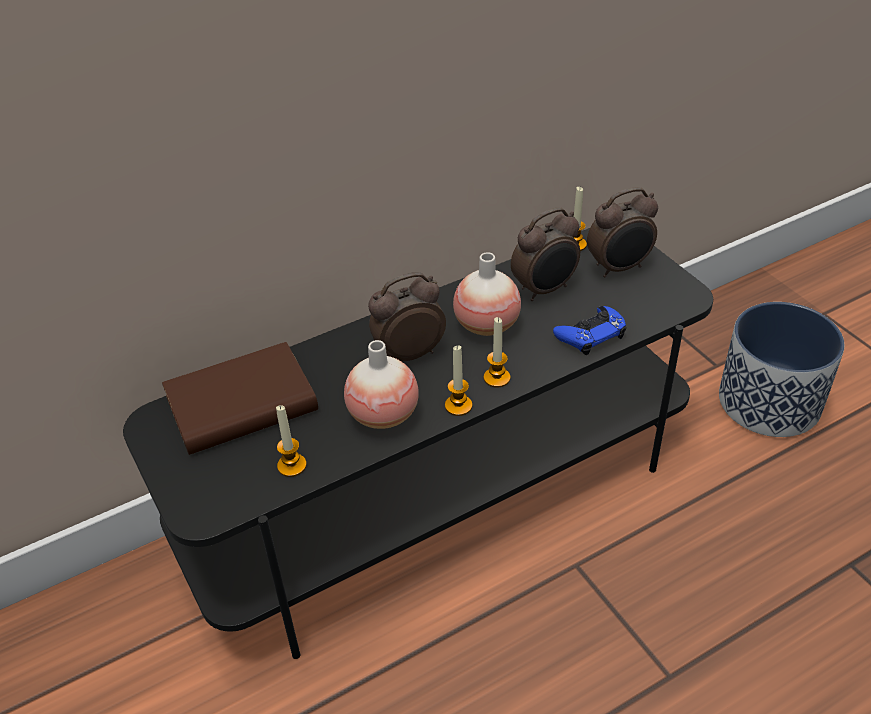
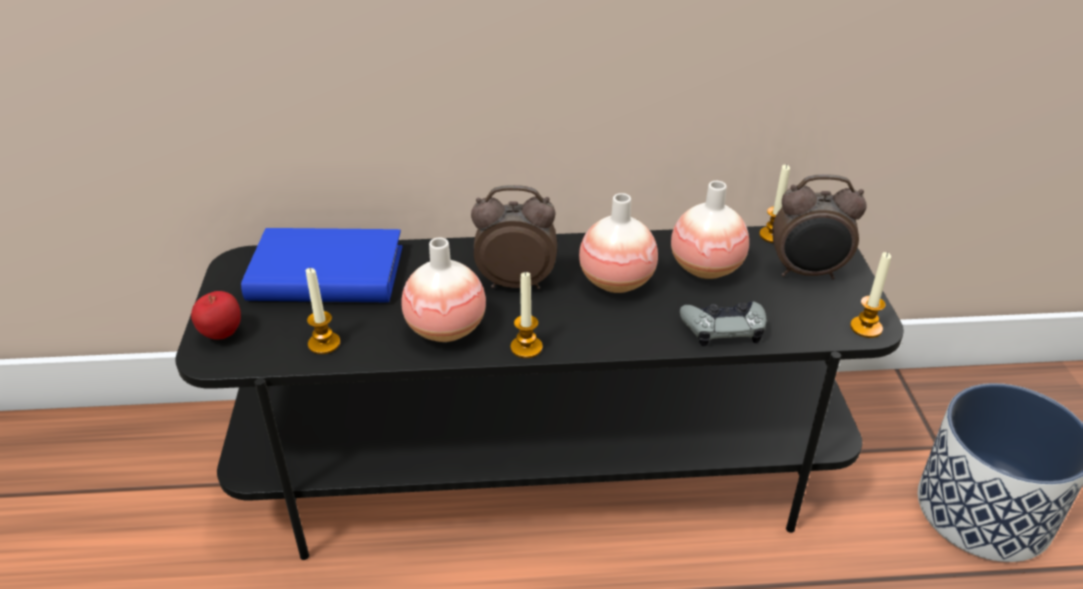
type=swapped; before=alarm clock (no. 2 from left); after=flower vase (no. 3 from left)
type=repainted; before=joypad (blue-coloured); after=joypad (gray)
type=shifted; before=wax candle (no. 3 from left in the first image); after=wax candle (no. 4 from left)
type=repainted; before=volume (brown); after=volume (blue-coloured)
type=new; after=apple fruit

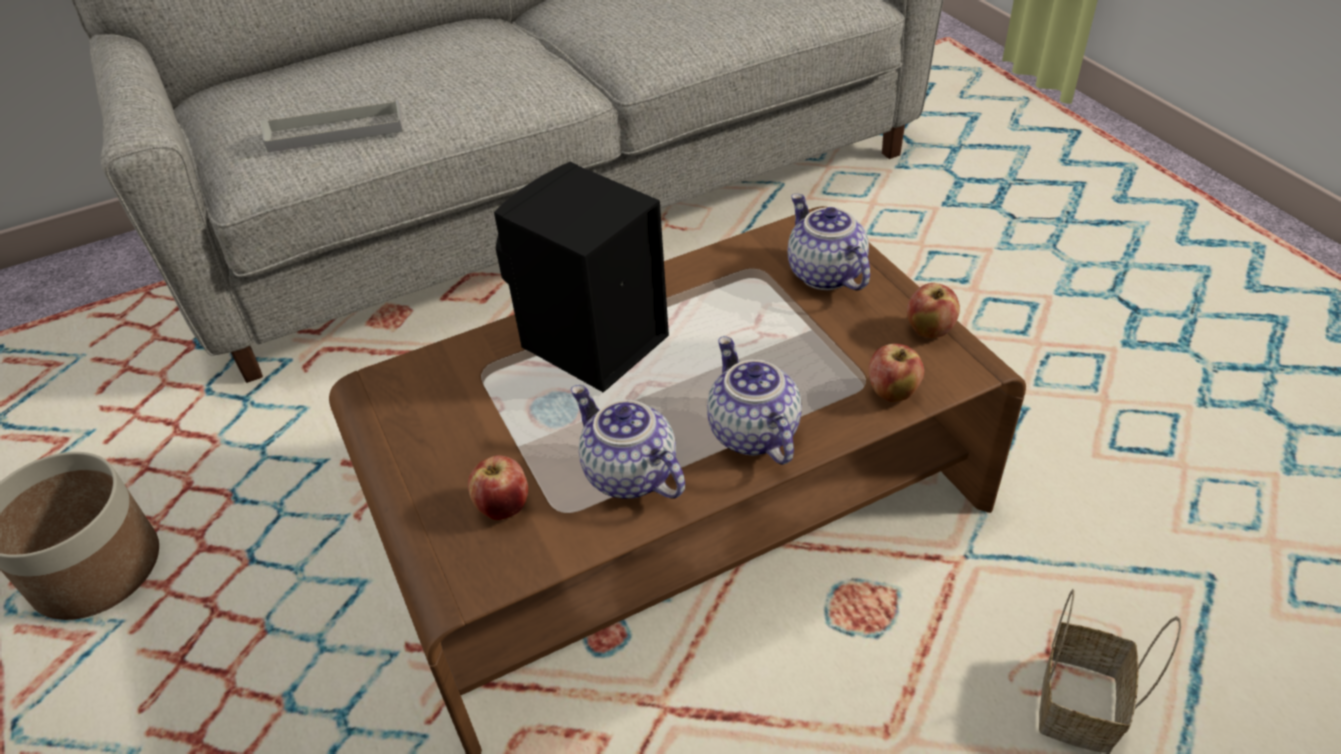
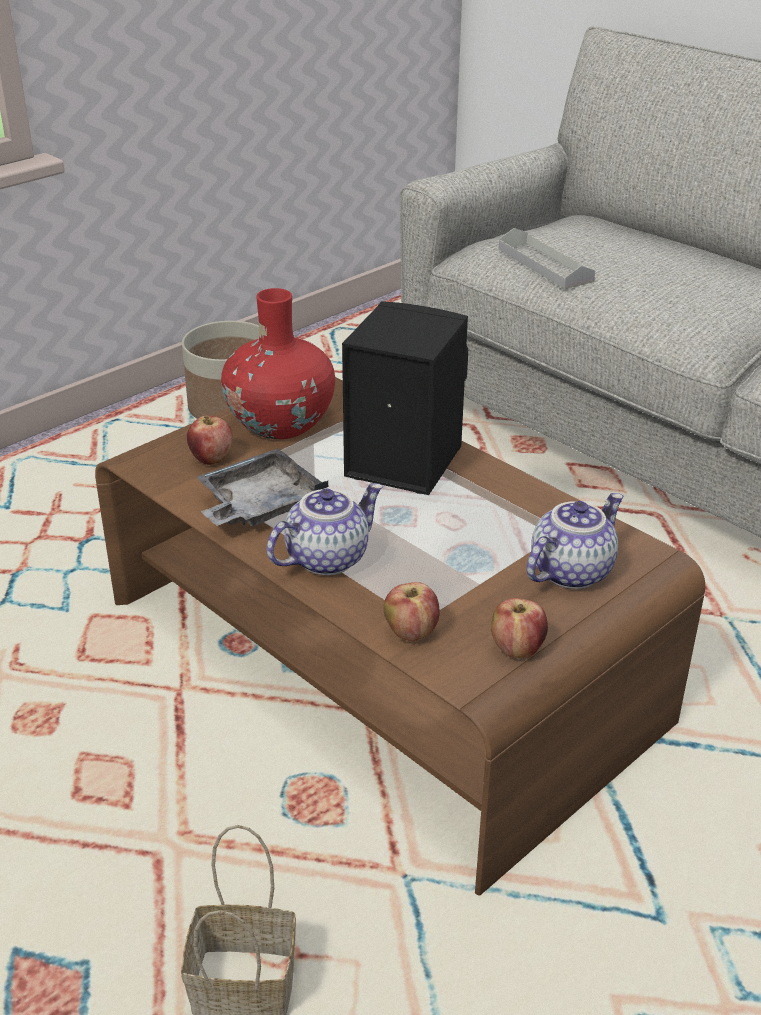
type=swapped; before=pot for tea (no. 1 from left); after=tray (gray) (no. 1 from left)
type=new; after=flower vase (red-coloured)

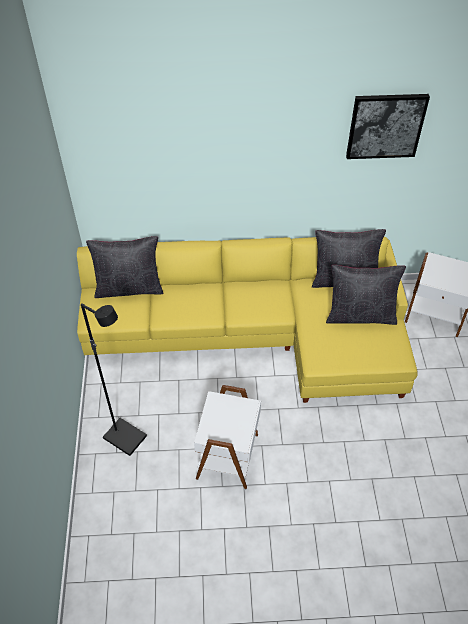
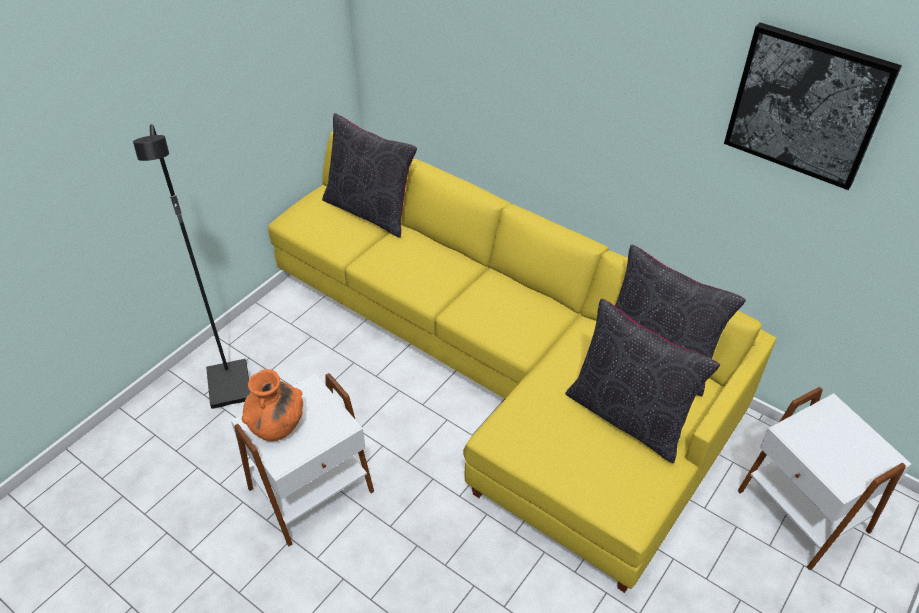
type=new; after=flower vase (orange-coloured)

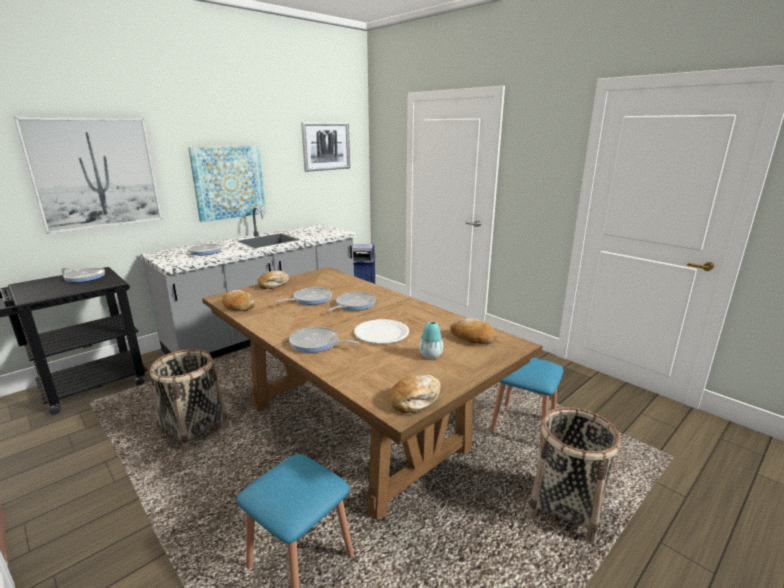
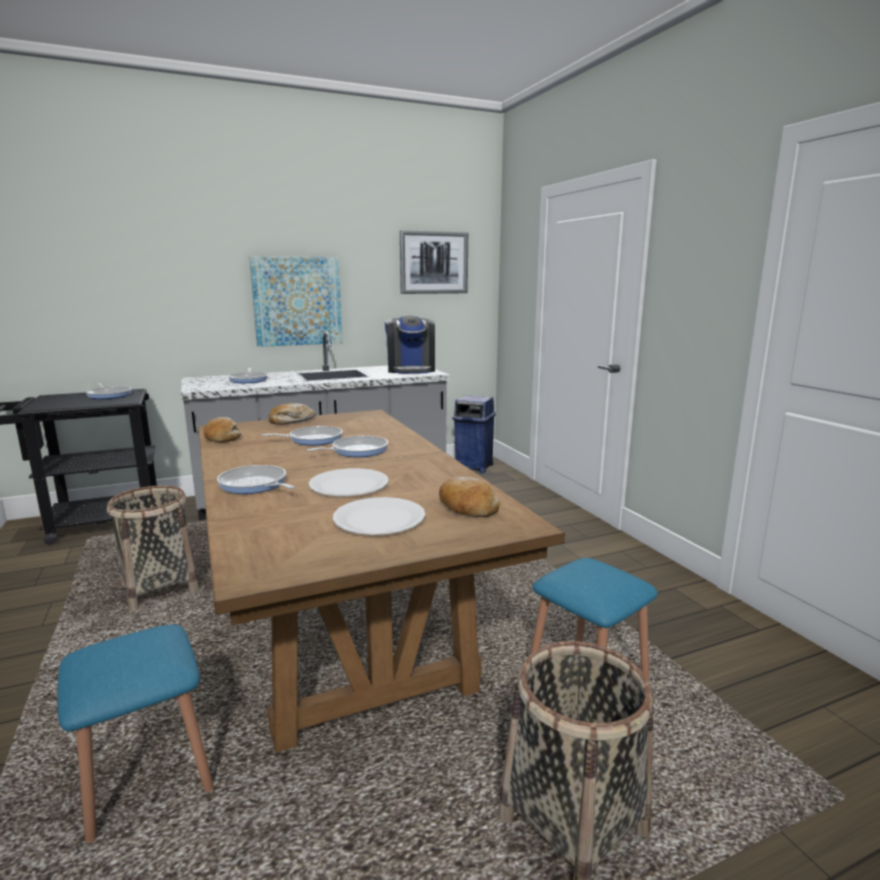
type=gone; before=wall picture (no. 1 from left)
type=swapped; before=flower vase; after=dinner plate (white) (no. 2 from left)
type=gone; before=bread (no. 3 from left)
type=new; after=coffee machine

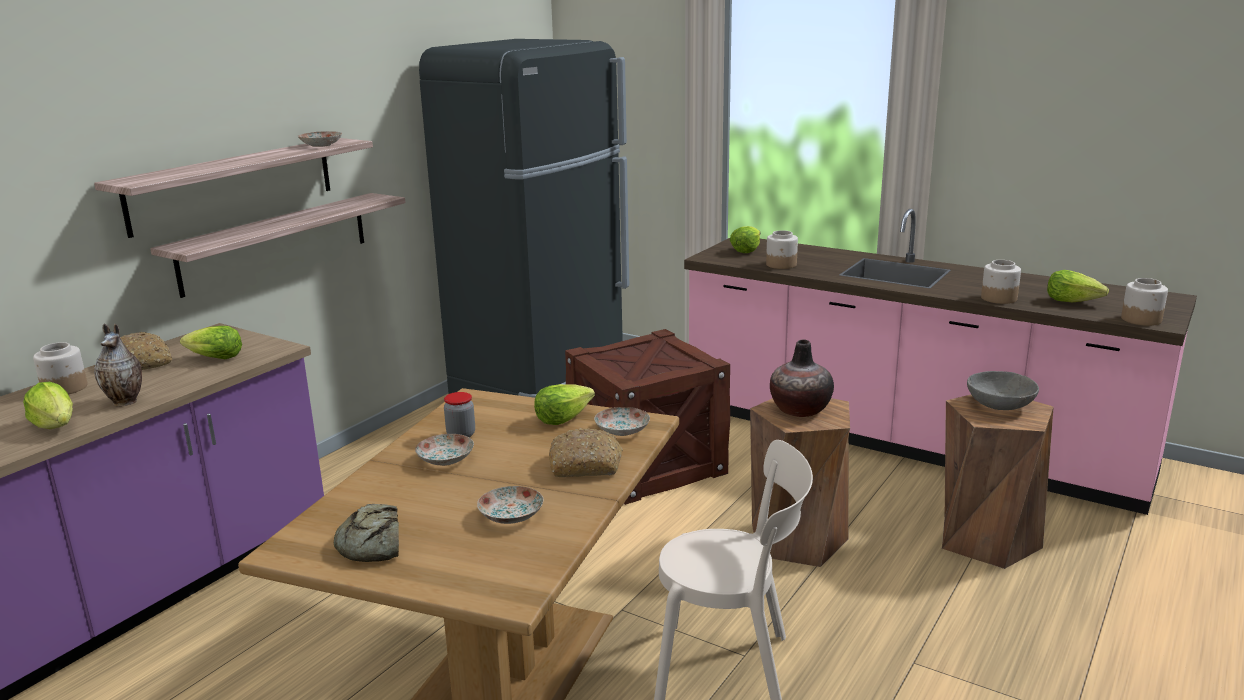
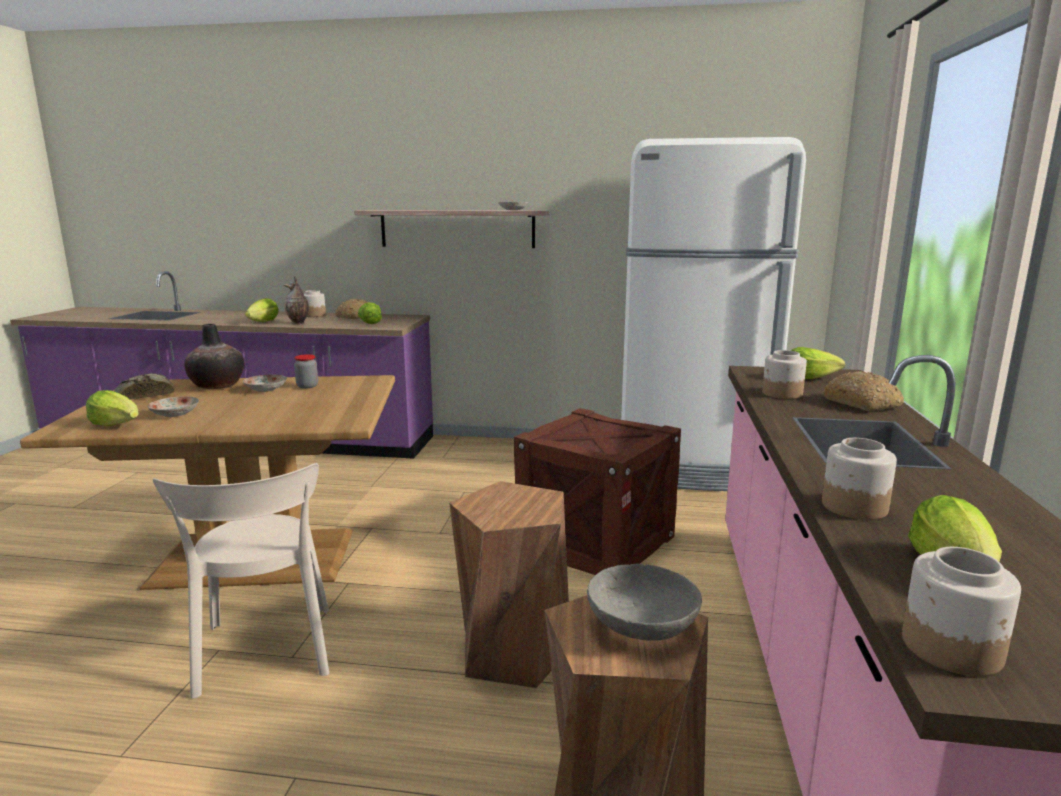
type=repainted; before=kitchen fridge (blackish); after=kitchen fridge (white)
type=gone; before=wall shelf (no. 2 from left)
type=shifted; before=flower vase (no. 2 from left in the first image); after=flower vase (no. 1 from left)
type=shifted; before=lettuce head (no. 3 from left in the first image); after=lettuce head (no. 1 from left)
type=gone; before=dinner plate (no. 4 from left)
type=shifted; before=bread (no. 3 from left)

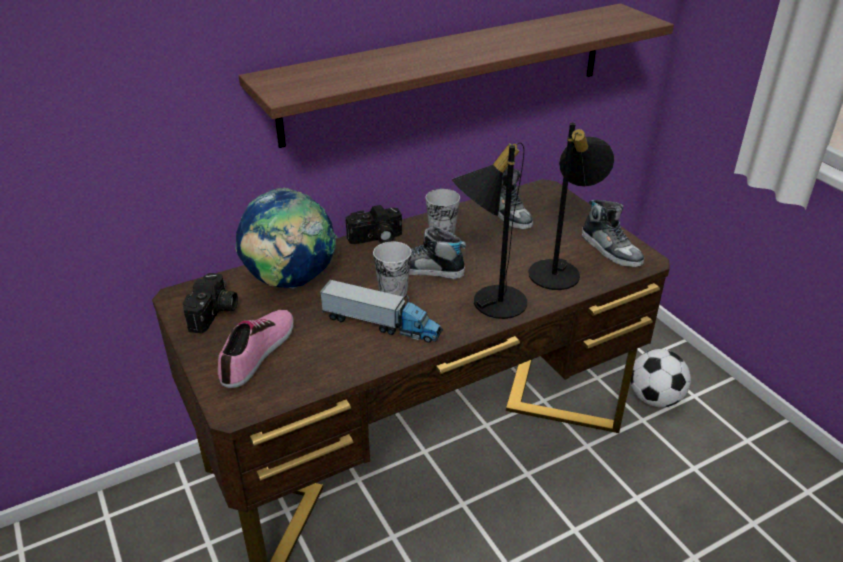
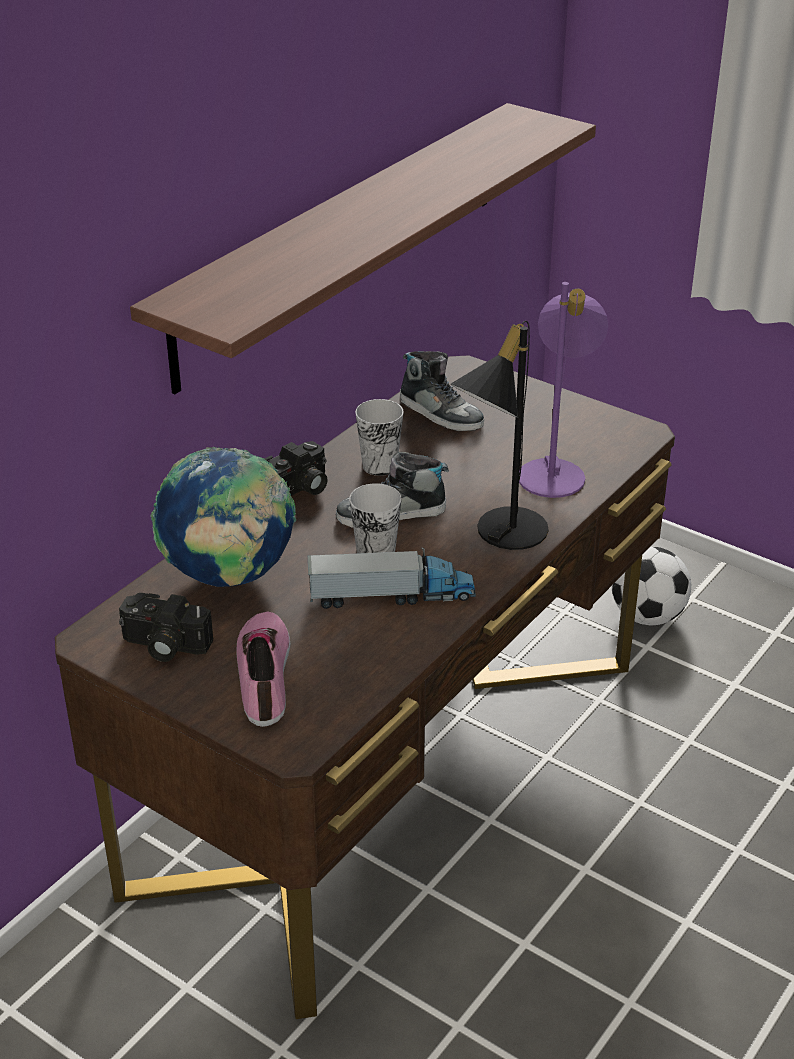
type=repainted; before=lamp for a table (blackish) (no. 2 from left); after=lamp for a table (purple)
type=gone; before=item of footwear (no. 4 from left)
type=rotated; before=still camera (no. 1 from left); turn=120

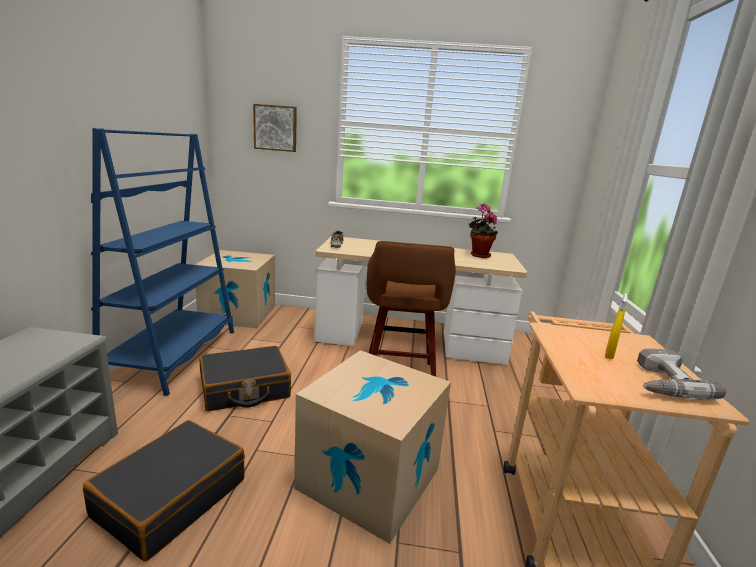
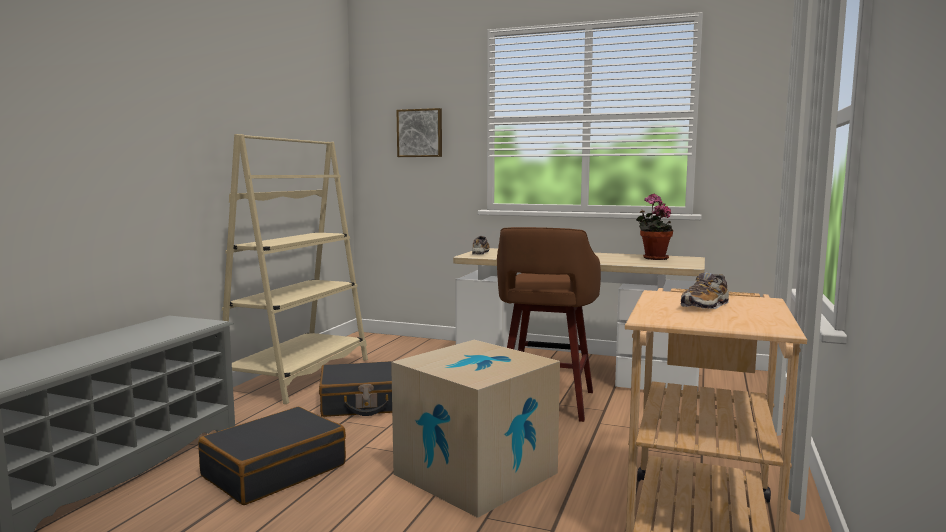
type=repainted; before=bookcase (blue-coloured); after=bookcase (sand-coloured)
type=gone; before=carton (no. 1 from left)
type=swapped; before=hand sprayer (yellow); after=item of footwear (no. 2 from left)
type=gone; before=drill

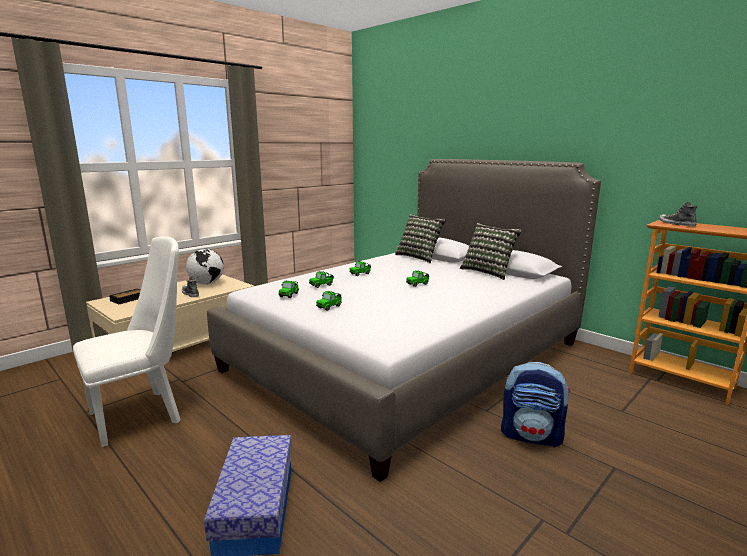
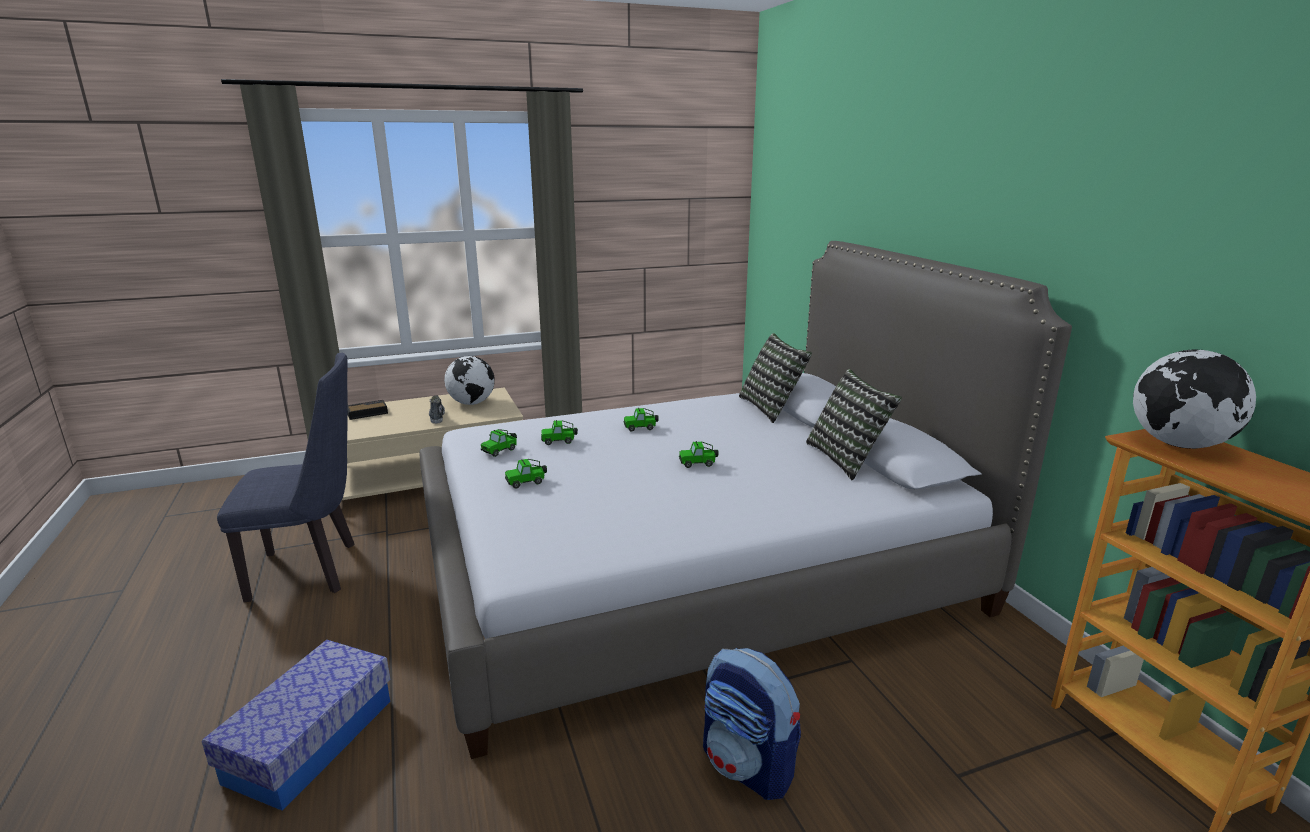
type=swapped; before=item of footwear (no. 2 from left); after=desk globe (no. 2 from left)
type=repainted; before=plain chair (white); after=plain chair (blue-coloured)

